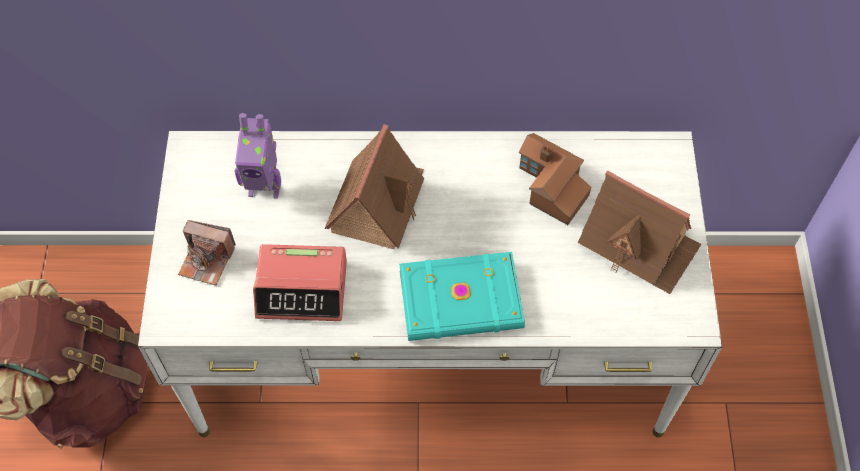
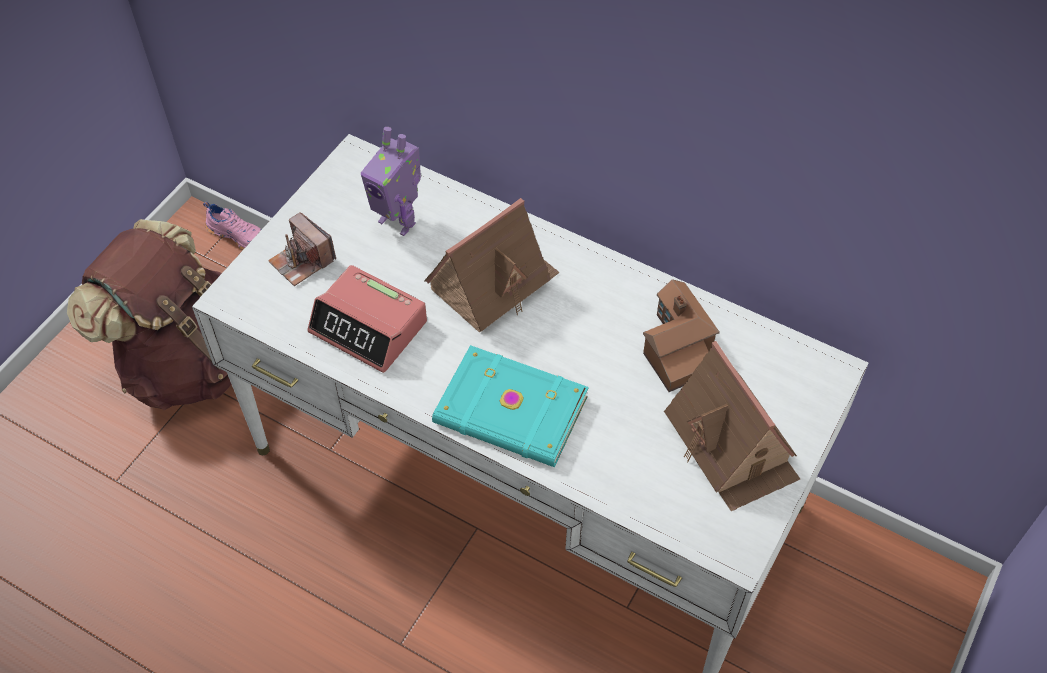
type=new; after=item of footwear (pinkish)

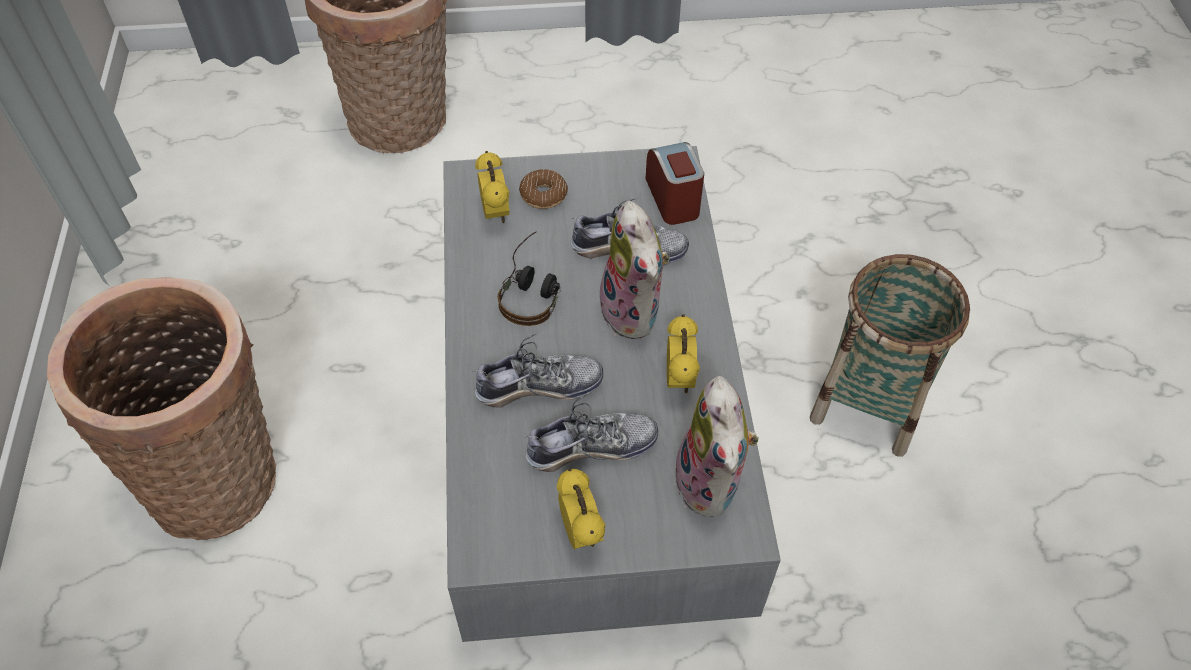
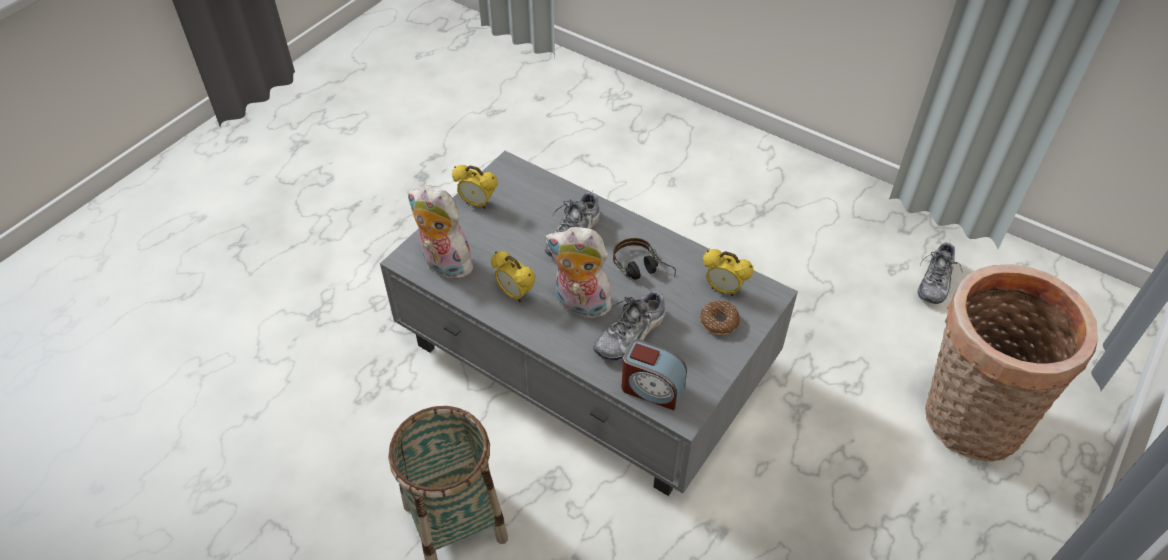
type=gone; before=basket (no. 1 from left)
type=shifted; before=item of footwear (no. 2 from left in the first image); after=item of footwear (no. 3 from left)

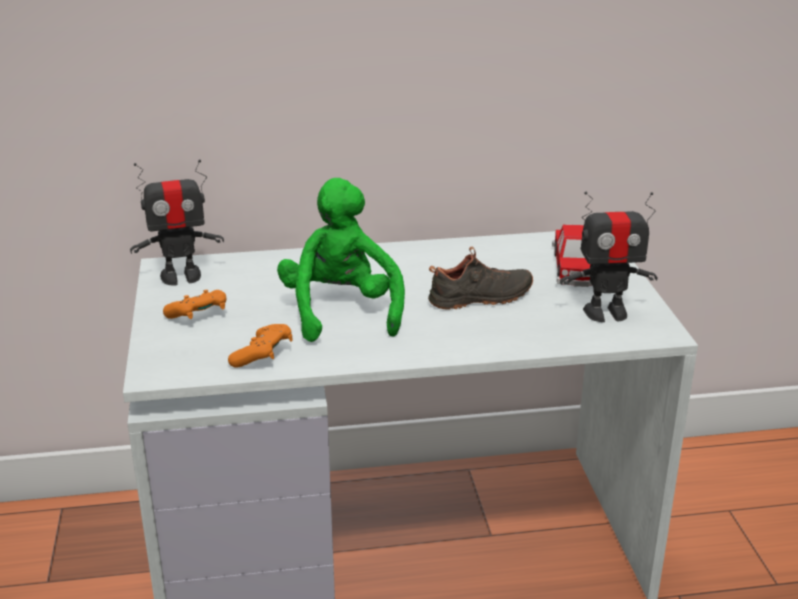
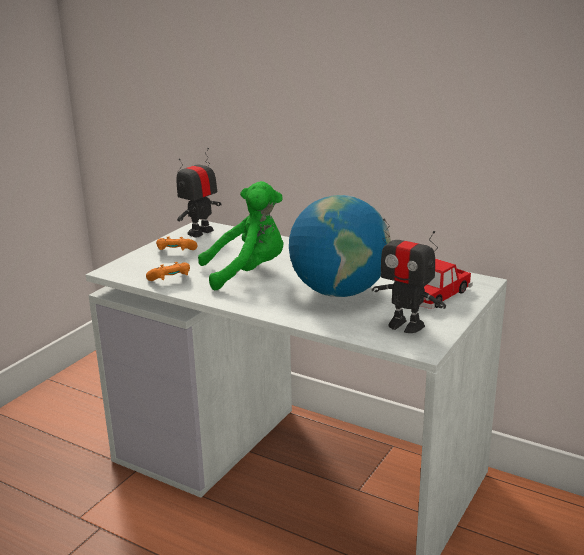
type=rotated; before=model robot (no. 1 from left); turn=105
type=rotated; before=cuddly toy (green-coloured); turn=45
type=swapped; before=item of footwear (blackish); after=desk globe

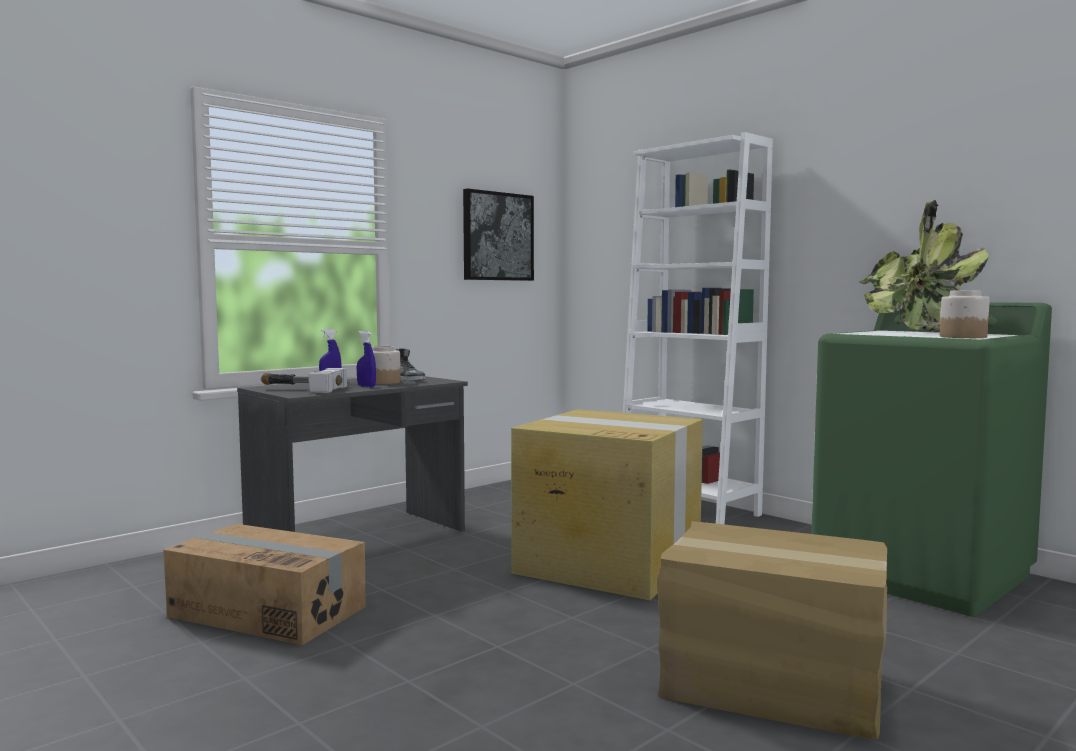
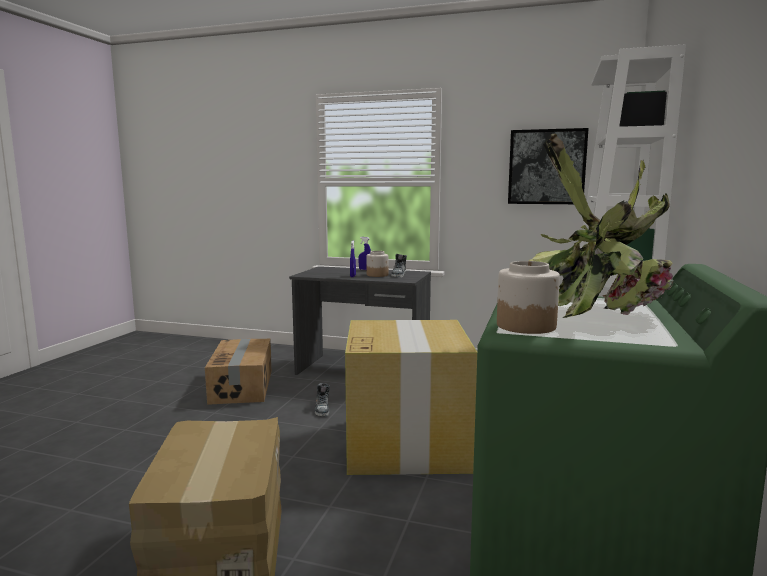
type=gone; before=hand hammer
type=new; after=item of footwear (no. 1 from left)

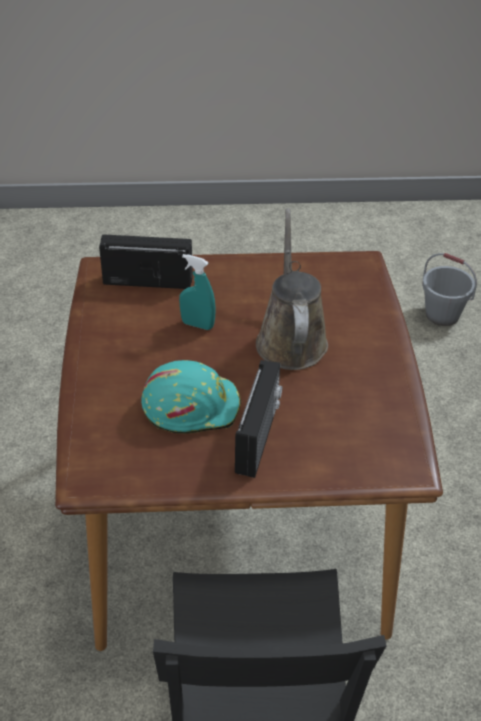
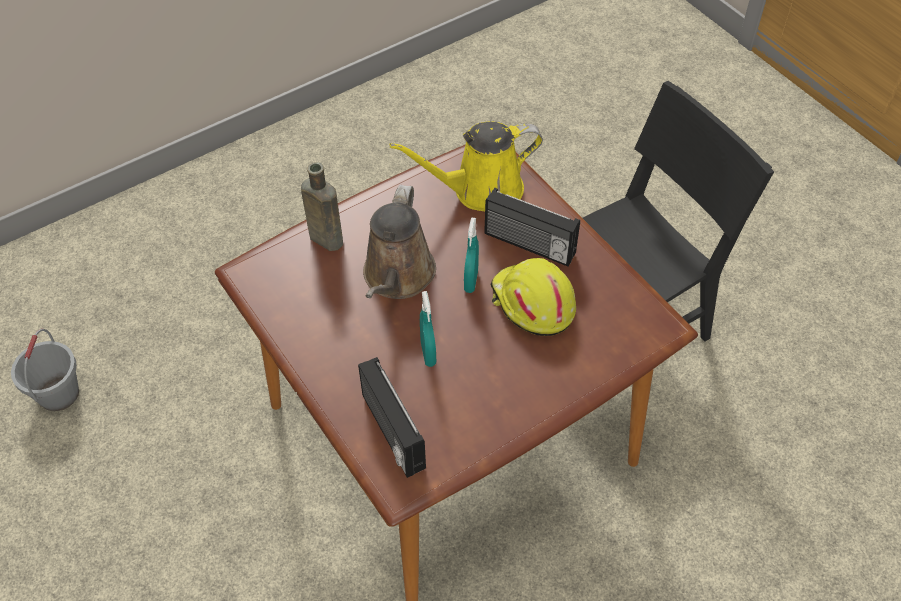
type=rotated; before=watering can (brown); turn=-45
type=repainted; before=safety helmet (turquoise); after=safety helmet (yellow)
type=rotated; before=radio receiver (no. 2 from left); turn=-135
type=new; after=watering can (yellow)
type=new; after=bottle (brown)
type=new; after=hand sprayer (turquoise) (no. 2 from left)

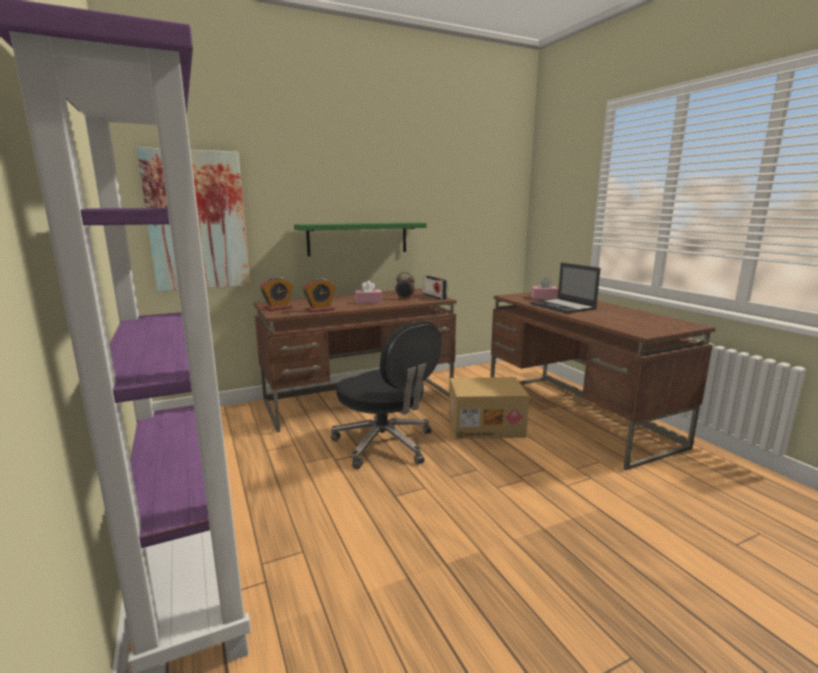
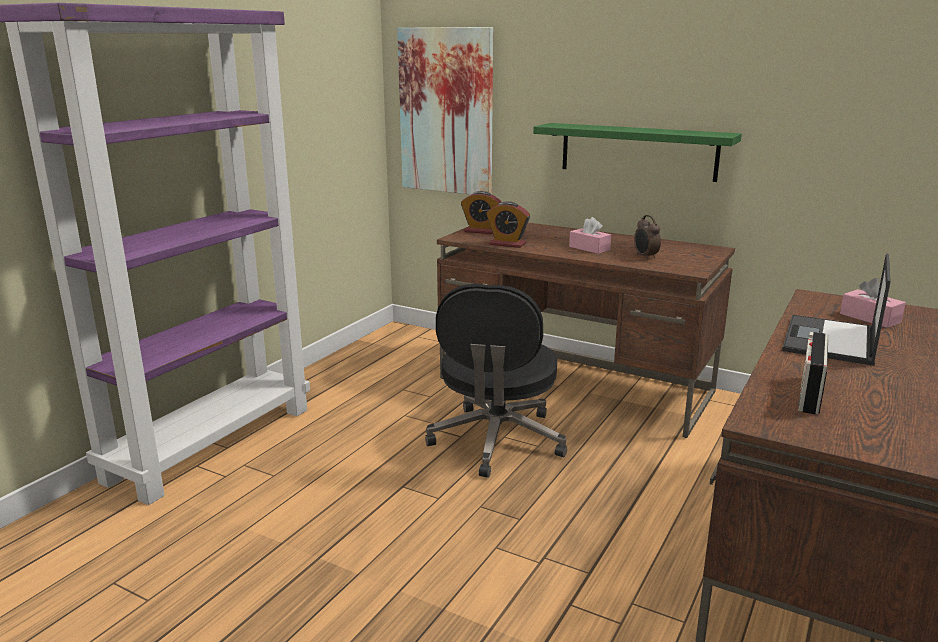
type=shifted; before=radio receiver
type=gone; before=carton

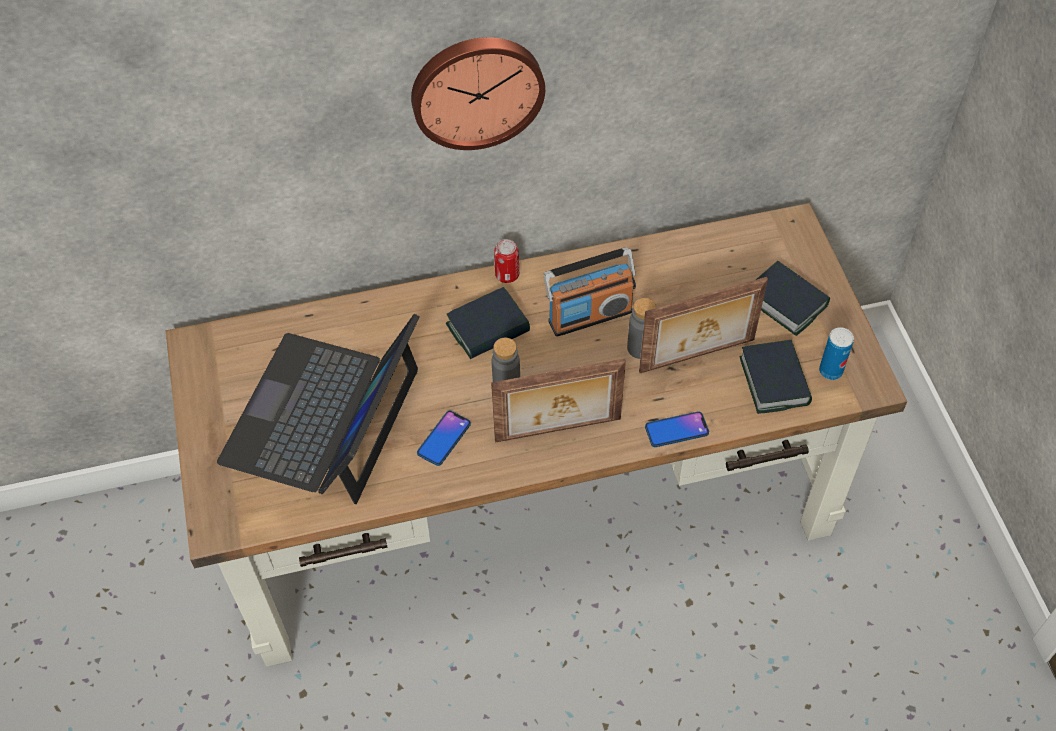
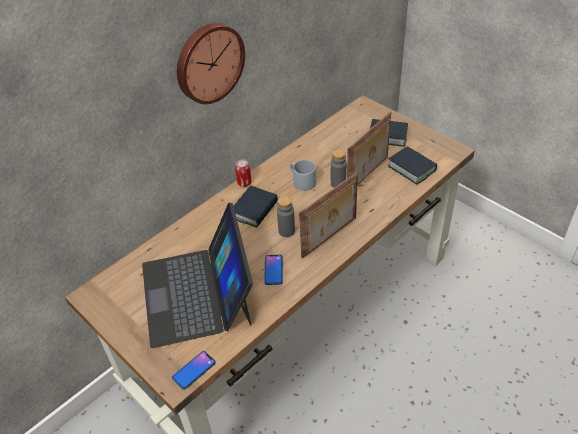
type=swapped; before=radio receiver; after=mug (gray)
type=gone; before=can (no. 2 from left)
type=shifted; before=phone (no. 2 from left in the first image); after=phone (no. 1 from left)

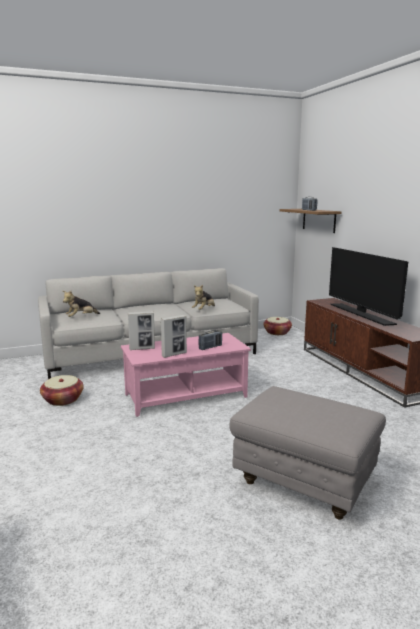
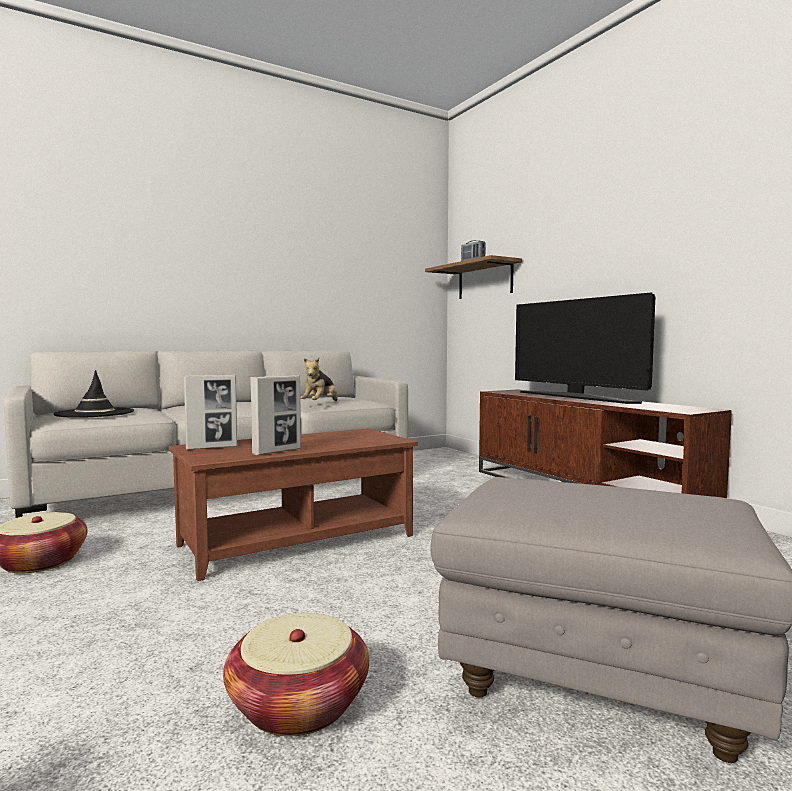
type=swapped; before=cuddly toy (no. 1 from left); after=clothing hat (blackish)
type=shifted; before=basket (no. 2 from left)
type=gone; before=radio receiver (no. 1 from left)
type=repainted; before=lounge table (pinkish); after=lounge table (brown)

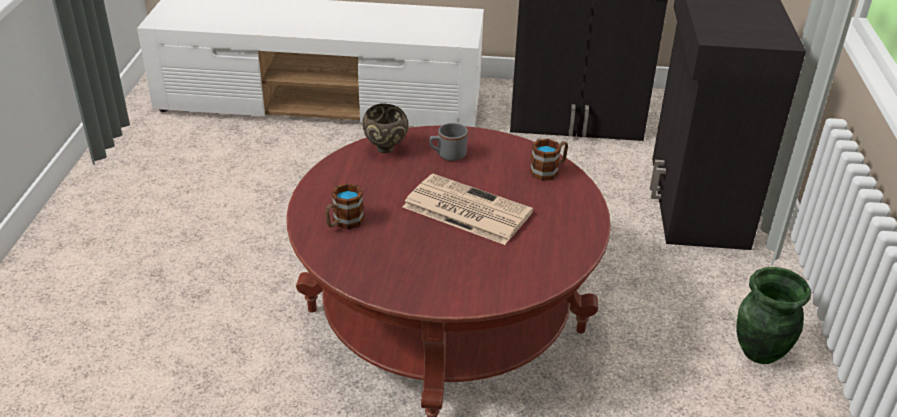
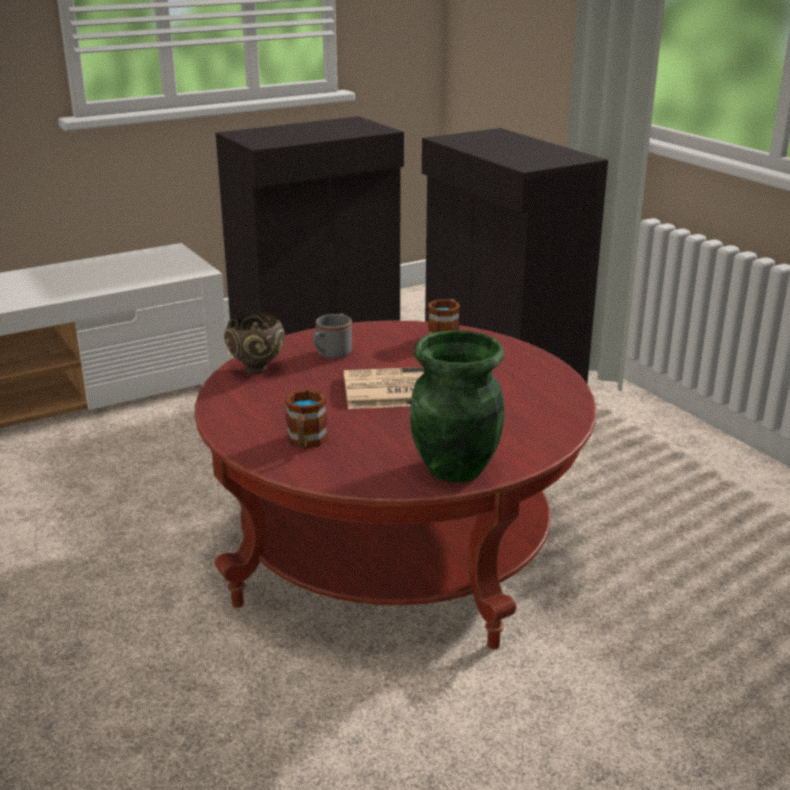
type=shifted; before=flower vase (green-coloured)

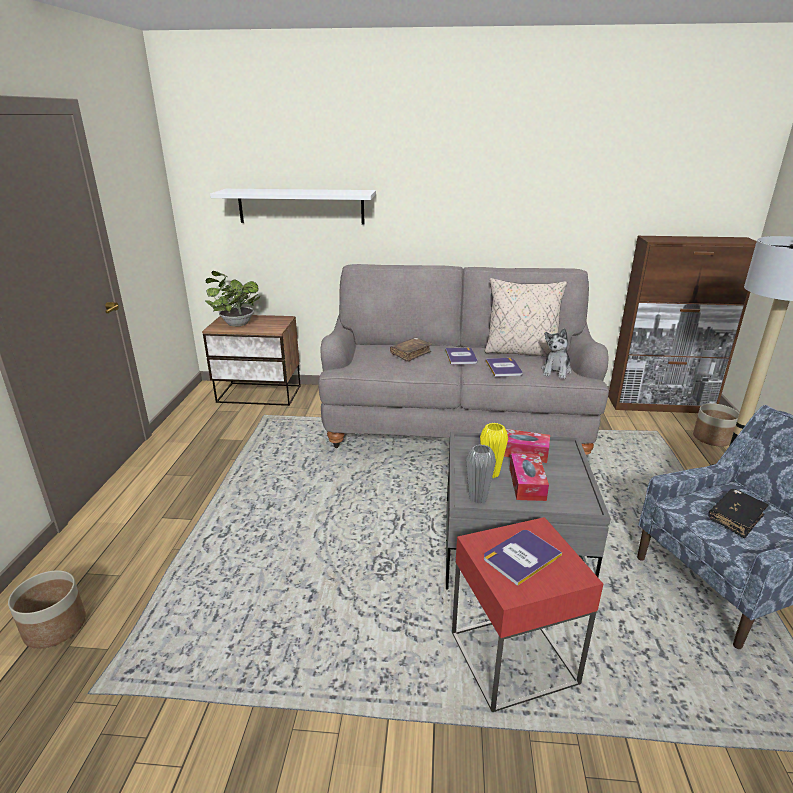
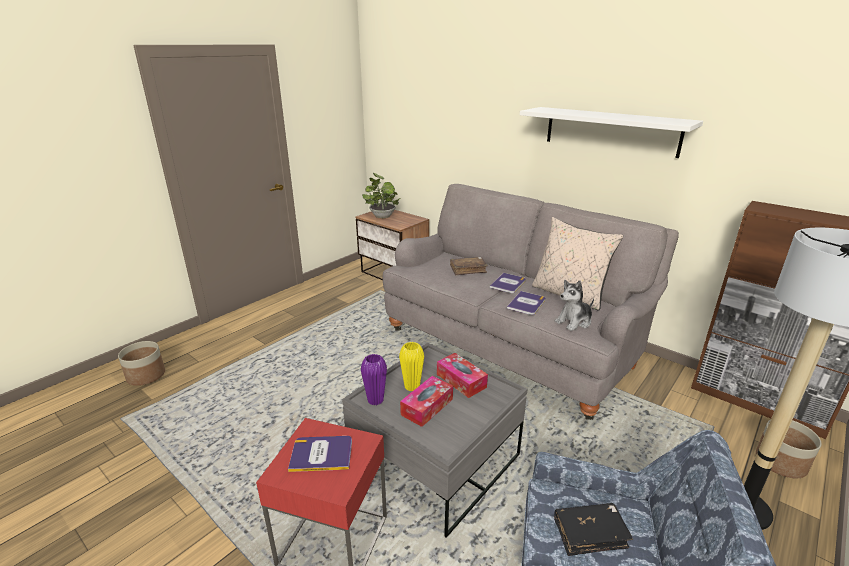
type=shifted; before=wall shelf (white)
type=repainted; before=flower vase (gray); after=flower vase (purple)

